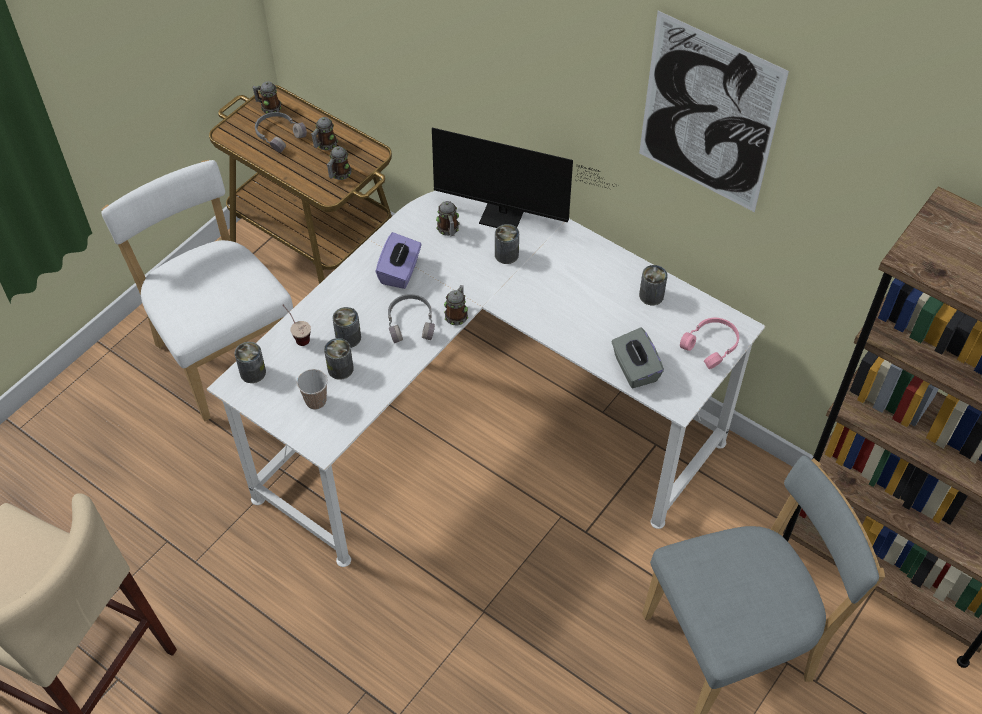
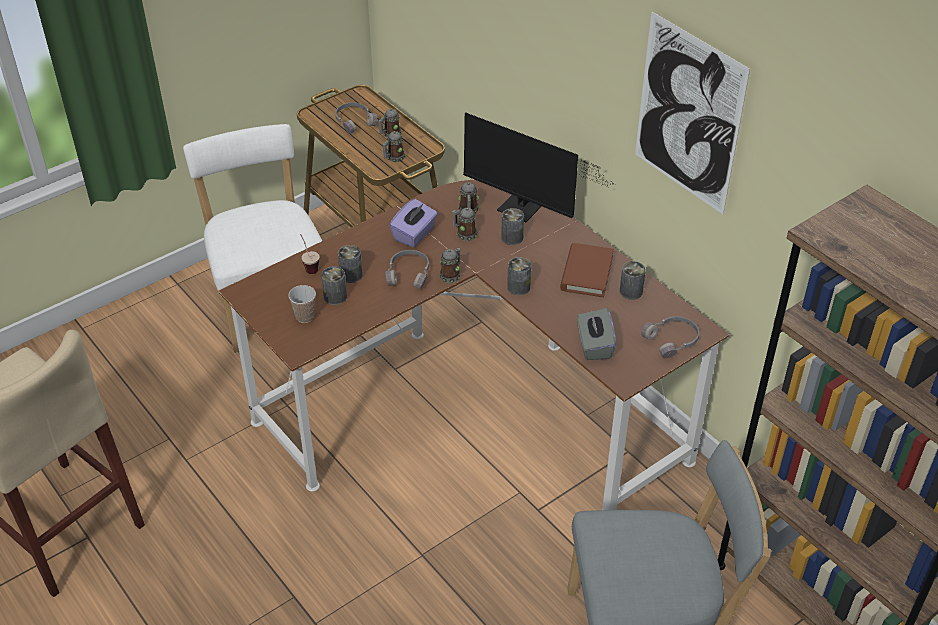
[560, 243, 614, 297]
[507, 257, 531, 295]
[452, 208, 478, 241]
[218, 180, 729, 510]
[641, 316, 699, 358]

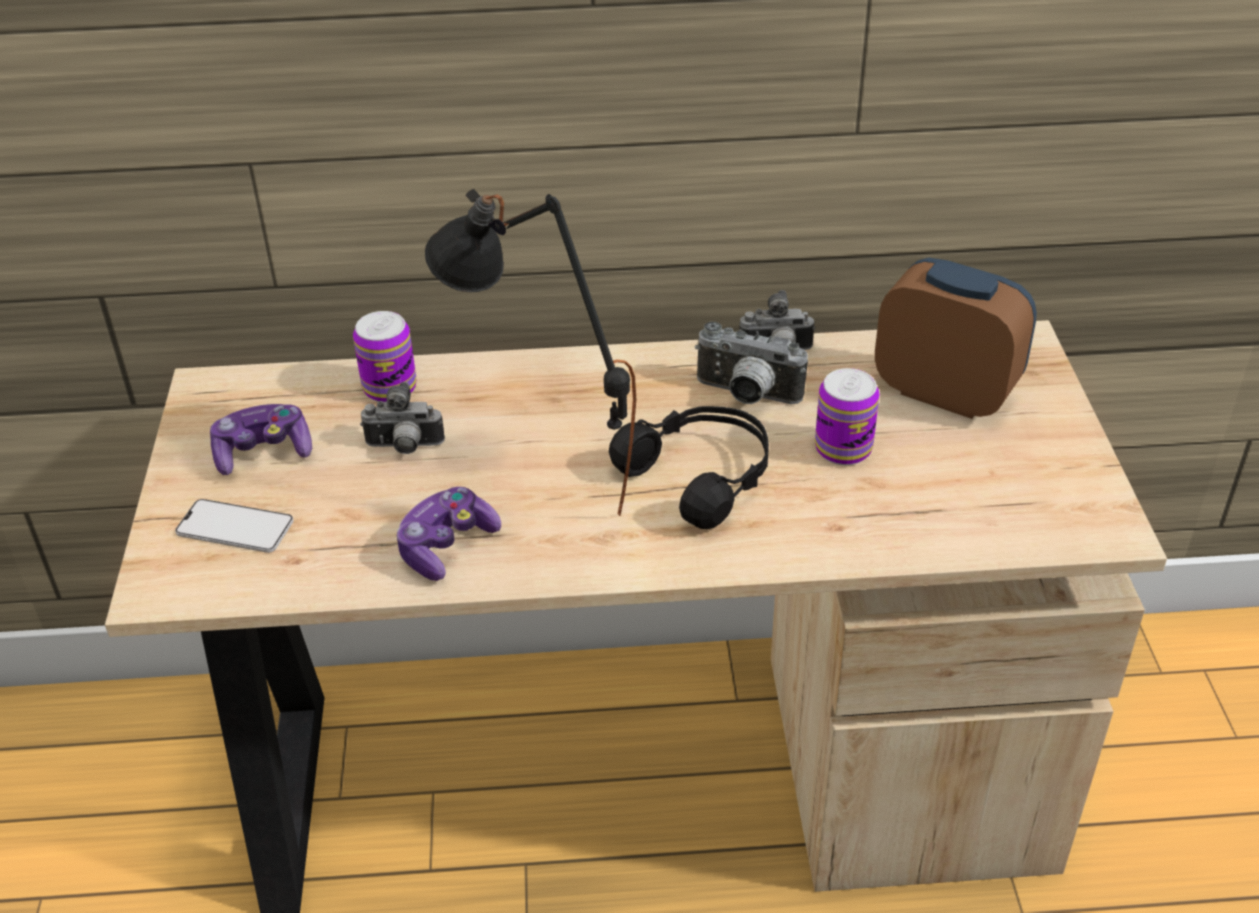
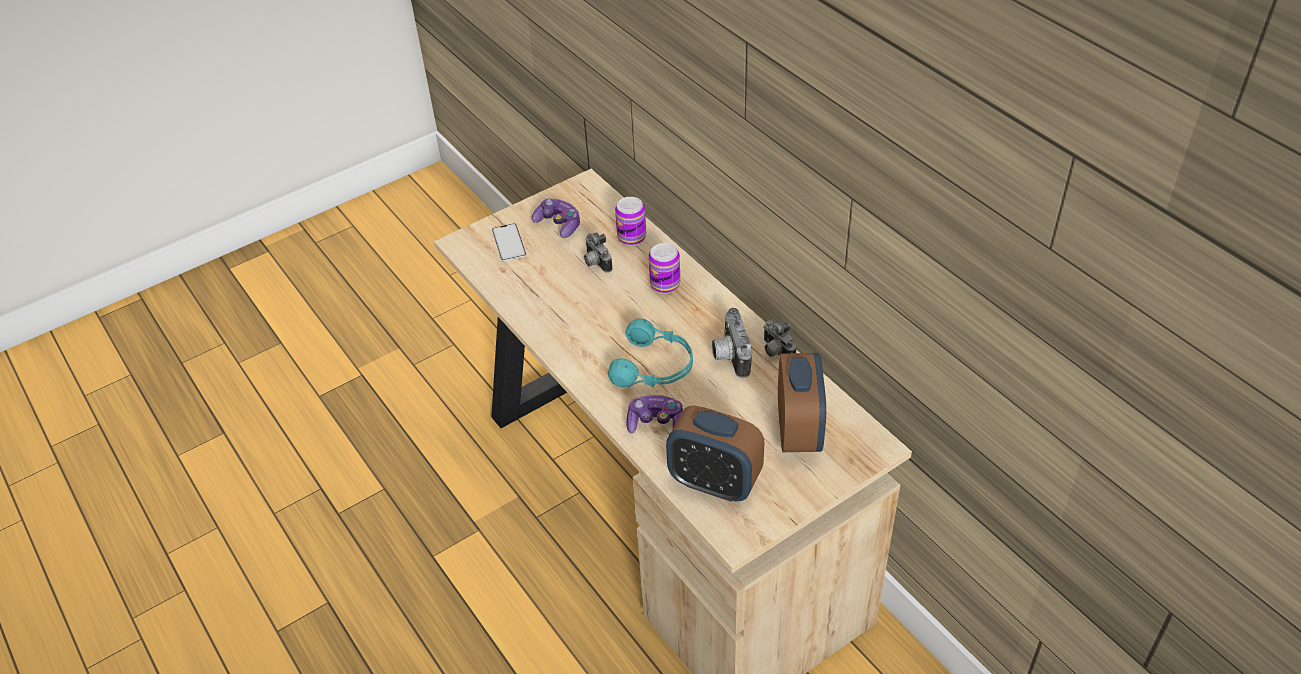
[425, 189, 636, 516] (first image)
[666, 405, 764, 502]
[626, 395, 683, 434]
[649, 243, 680, 293]
[608, 318, 693, 388]

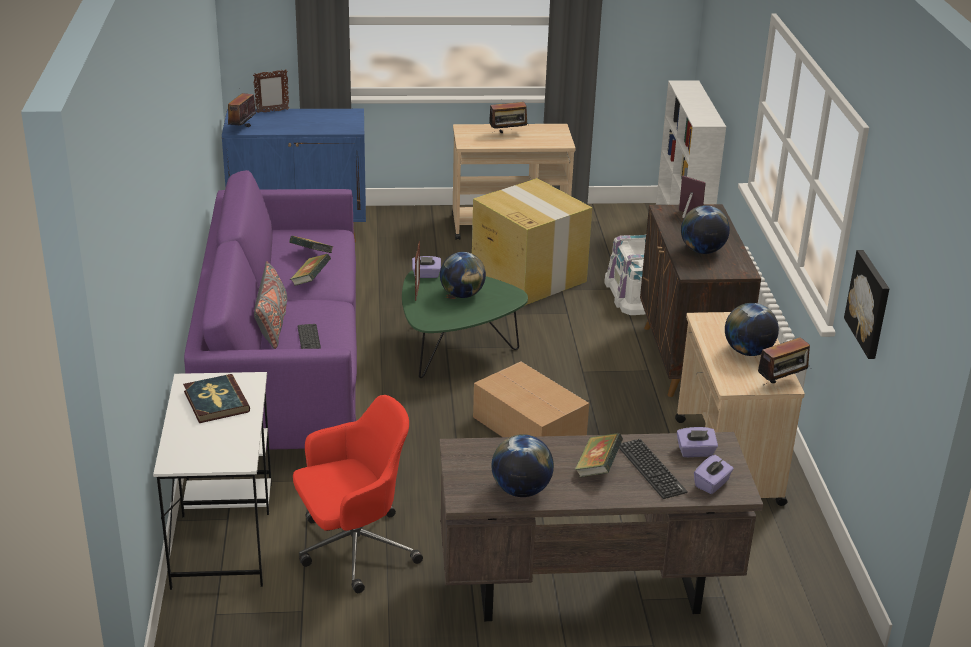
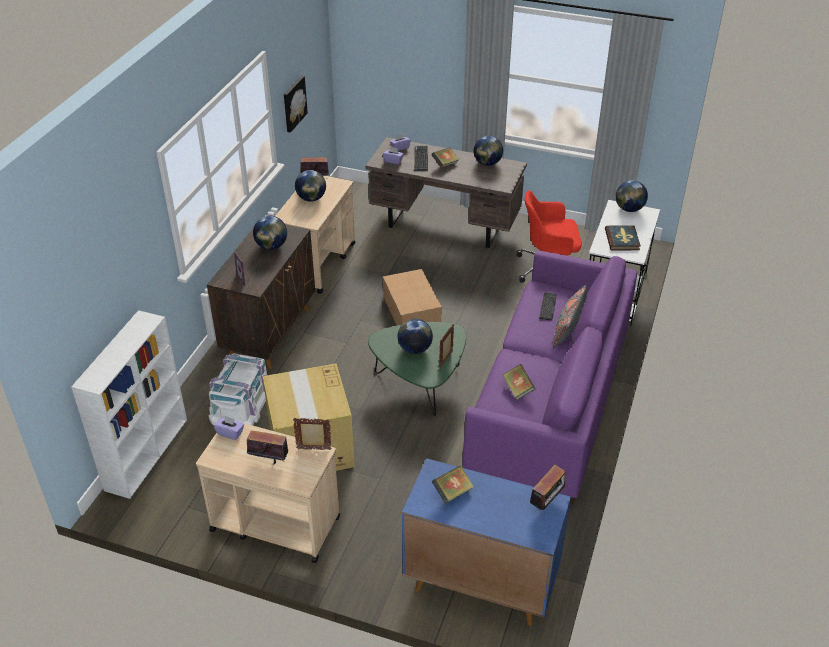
[616, 180, 648, 212]
[293, 418, 331, 450]
[432, 466, 474, 504]
[214, 416, 244, 440]

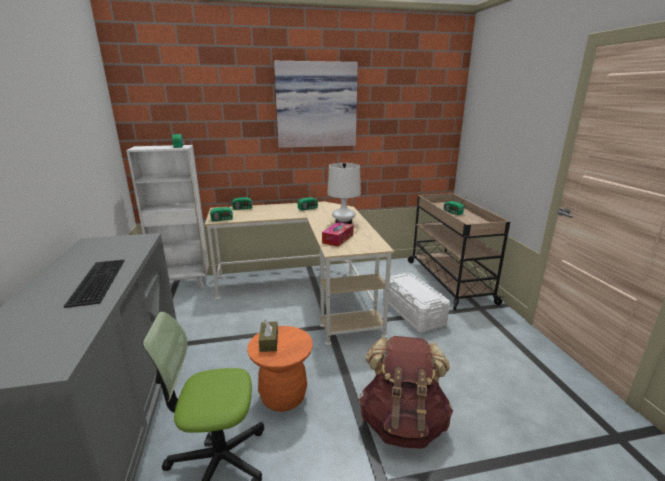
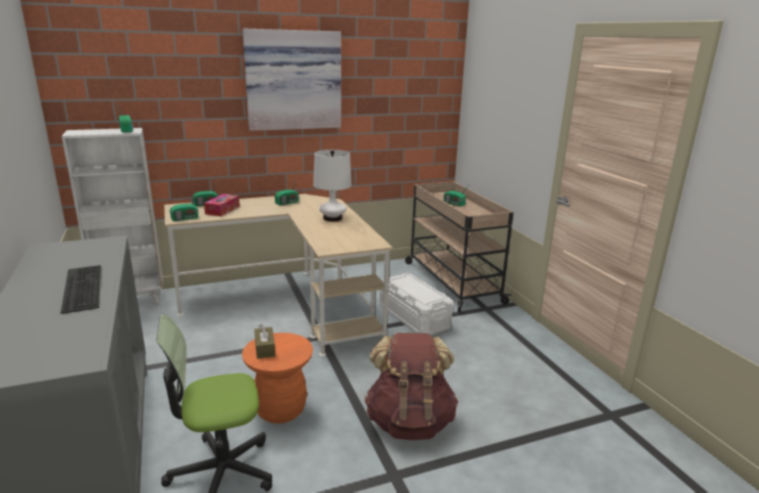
[204, 194, 240, 216]

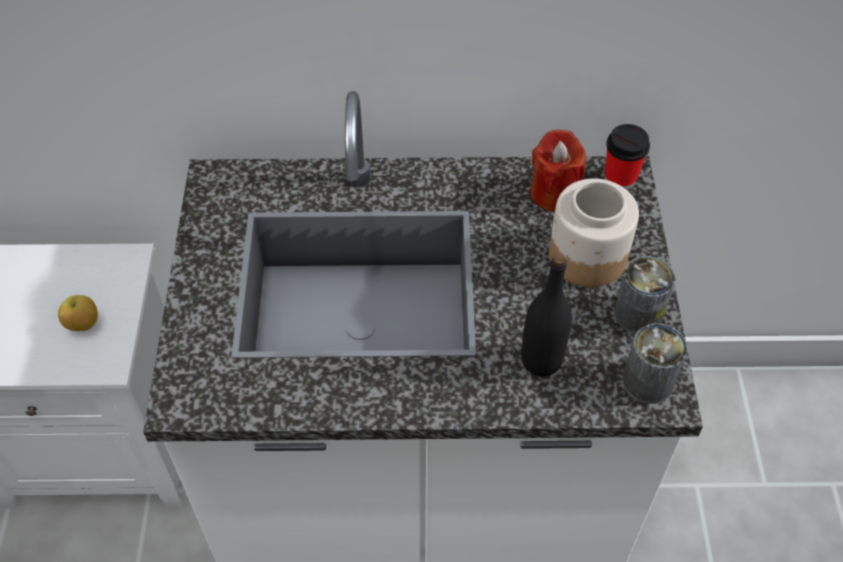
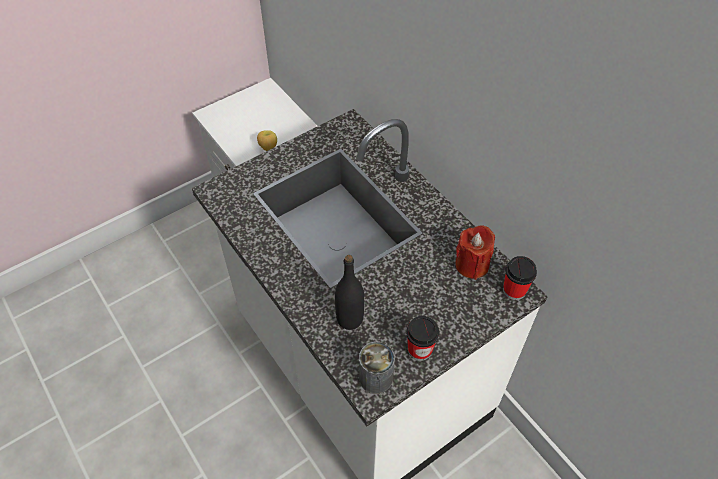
[549, 179, 639, 287] (first image)
[406, 316, 439, 361]

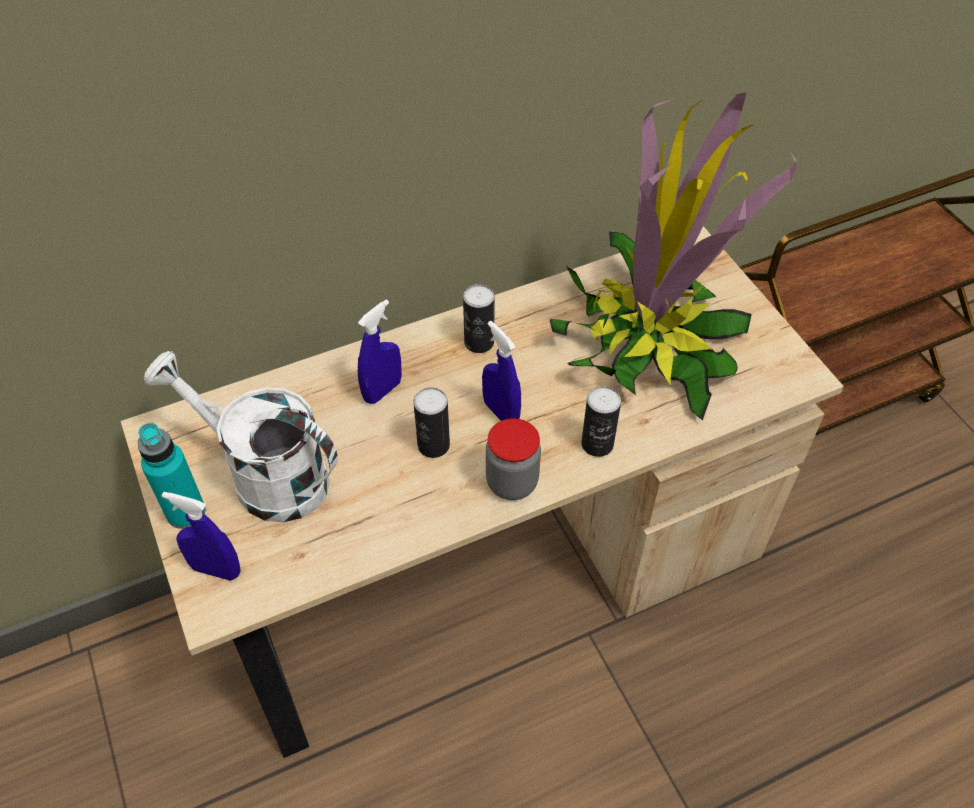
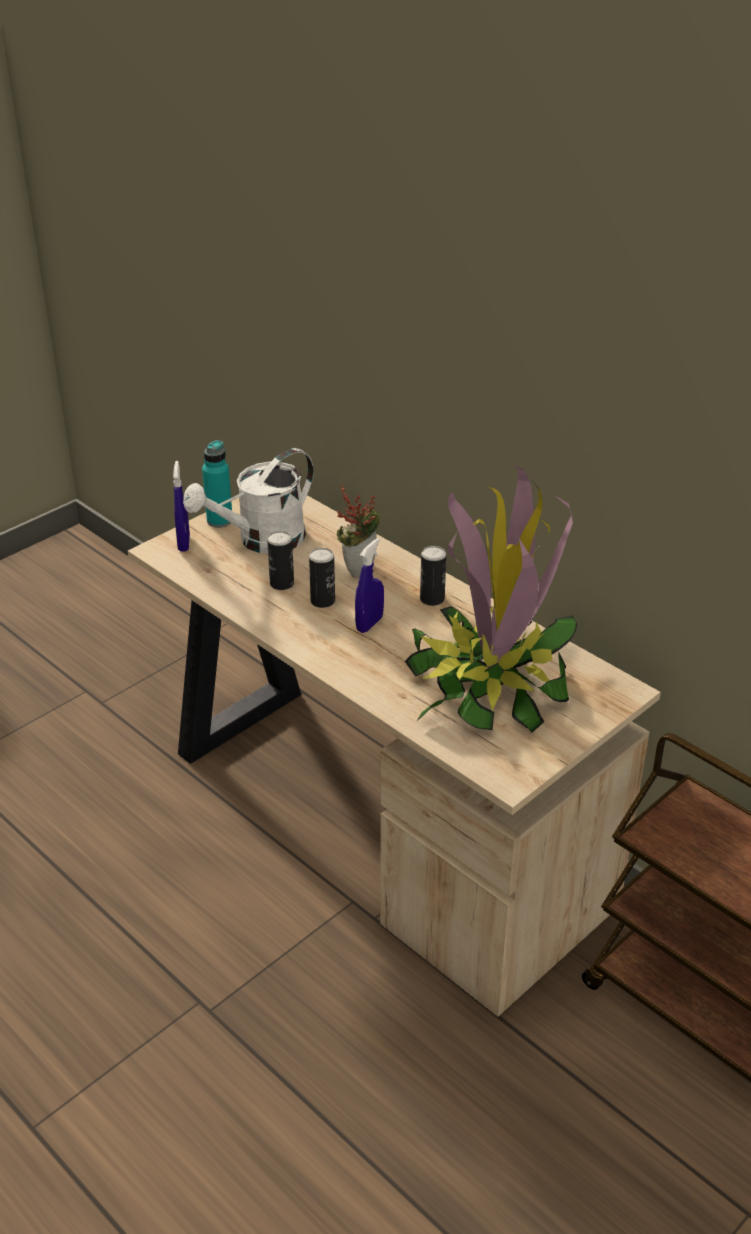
[486, 418, 541, 500] (first image)
[267, 531, 294, 590]
[337, 485, 380, 578]
[183, 448, 313, 554]

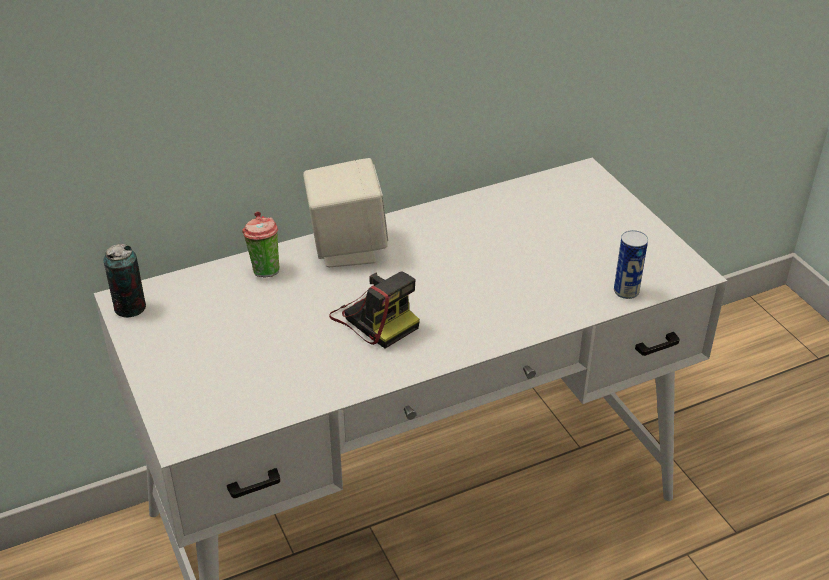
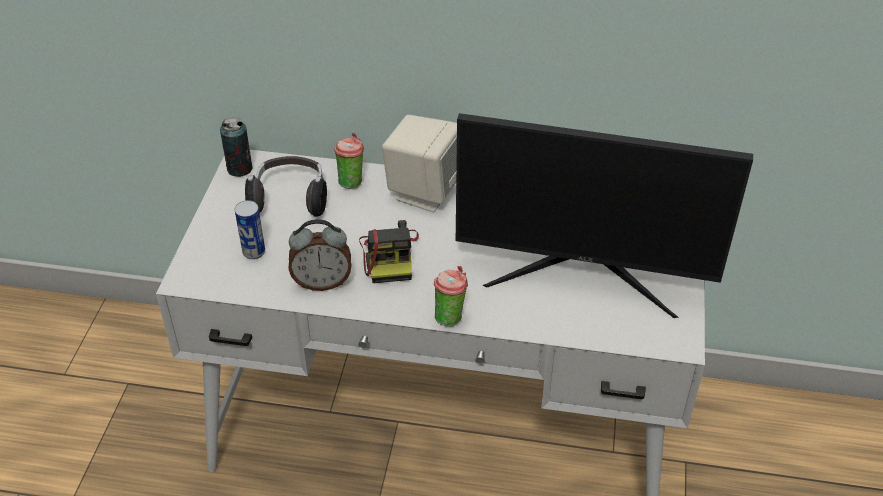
[245, 156, 327, 217]
[288, 219, 351, 291]
[434, 266, 468, 326]
[456, 113, 753, 318]
[235, 200, 265, 259]

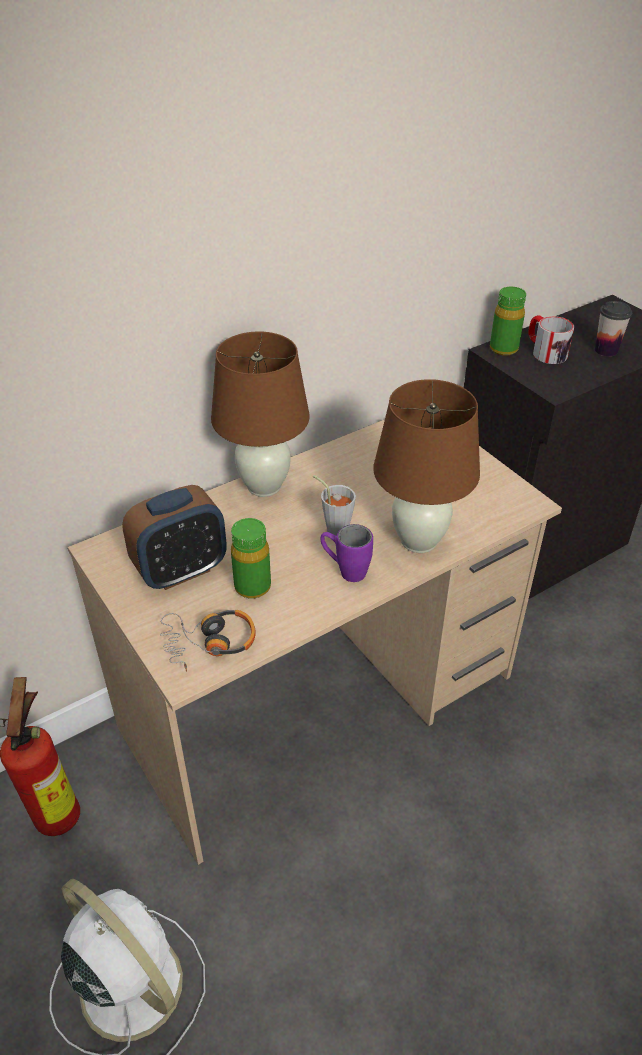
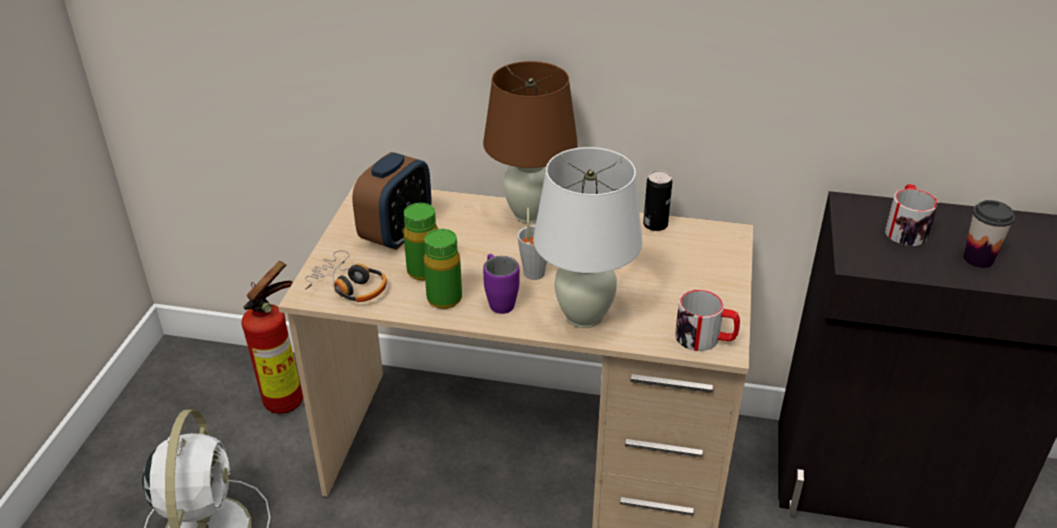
[643, 170, 672, 231]
[675, 289, 740, 351]
[424, 229, 462, 309]
[533, 147, 642, 328]
[352, 152, 431, 250]

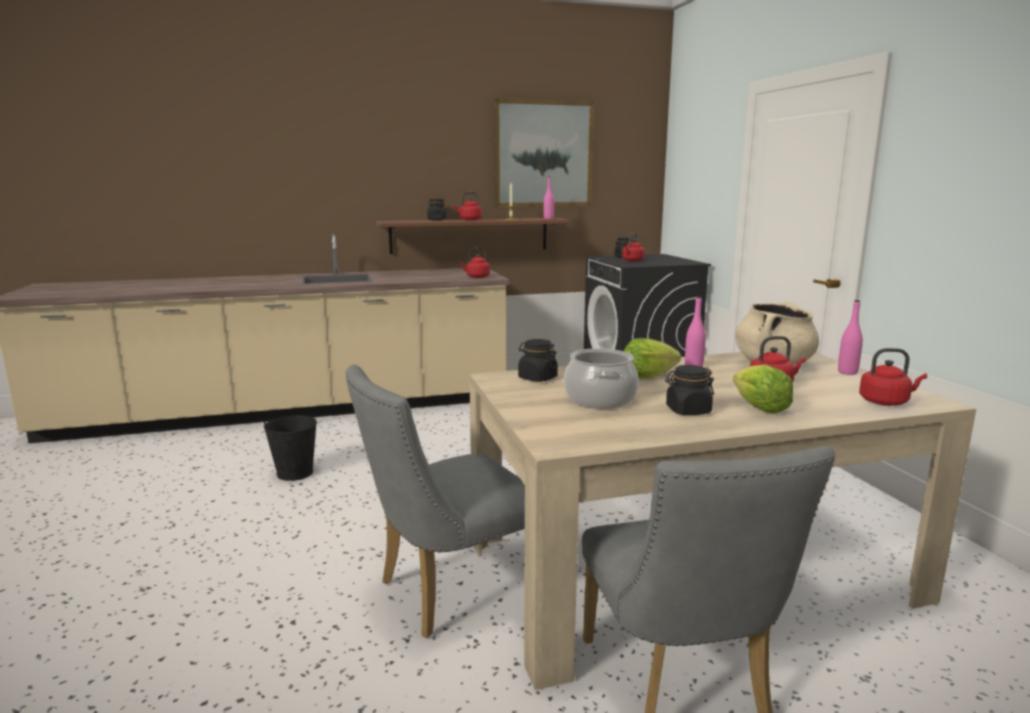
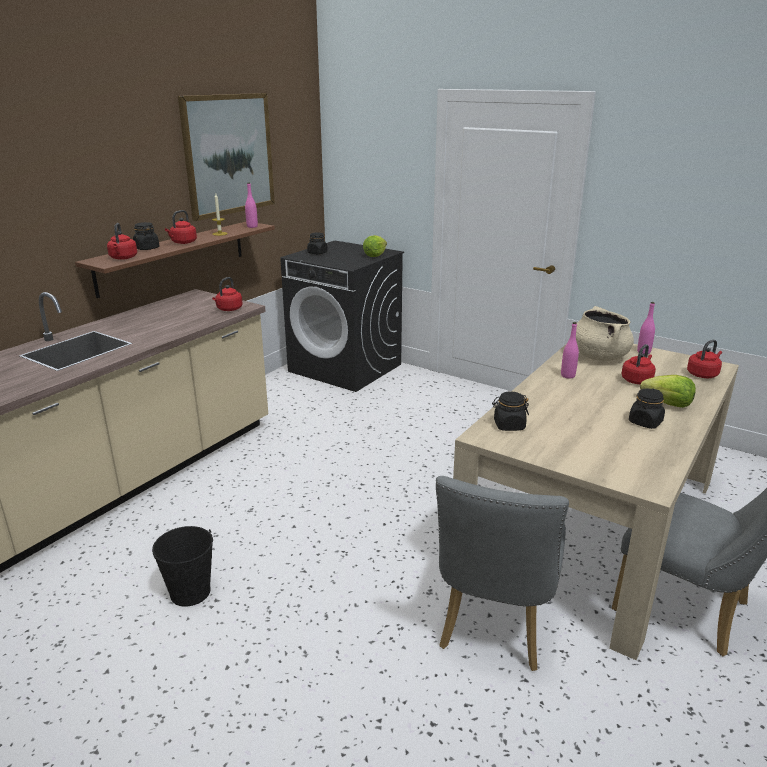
[564, 348, 639, 409] (first image)
[107, 223, 137, 260]
[363, 235, 387, 257]

